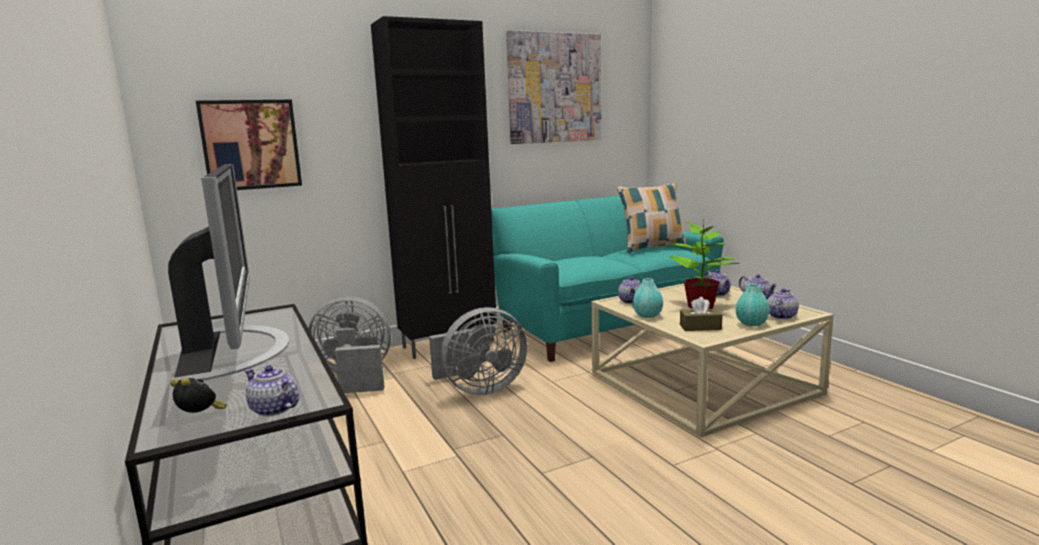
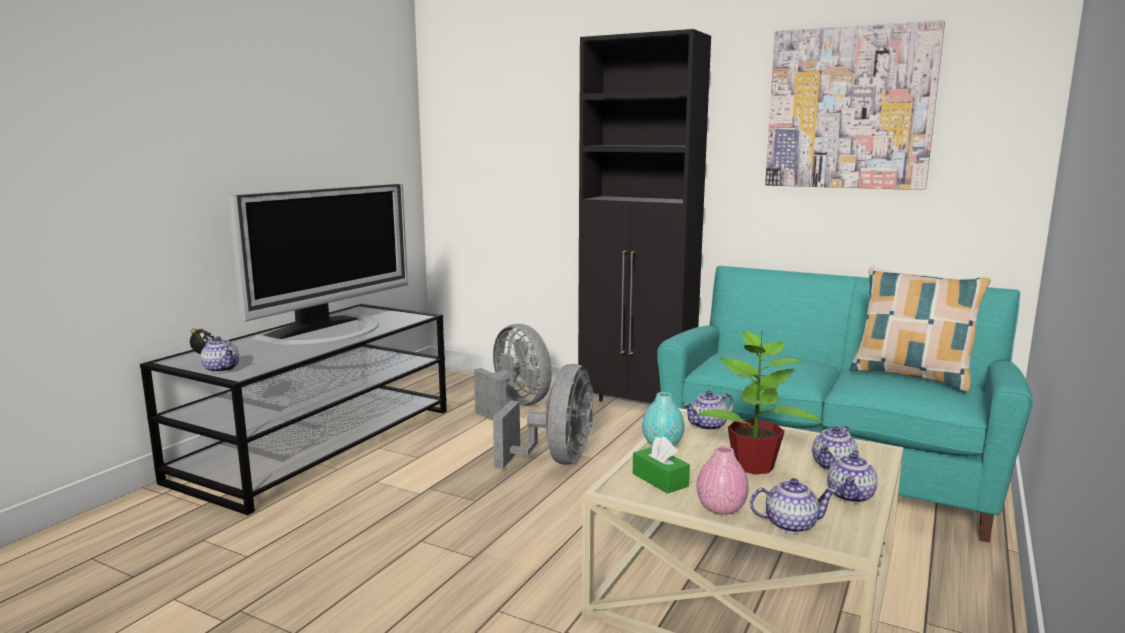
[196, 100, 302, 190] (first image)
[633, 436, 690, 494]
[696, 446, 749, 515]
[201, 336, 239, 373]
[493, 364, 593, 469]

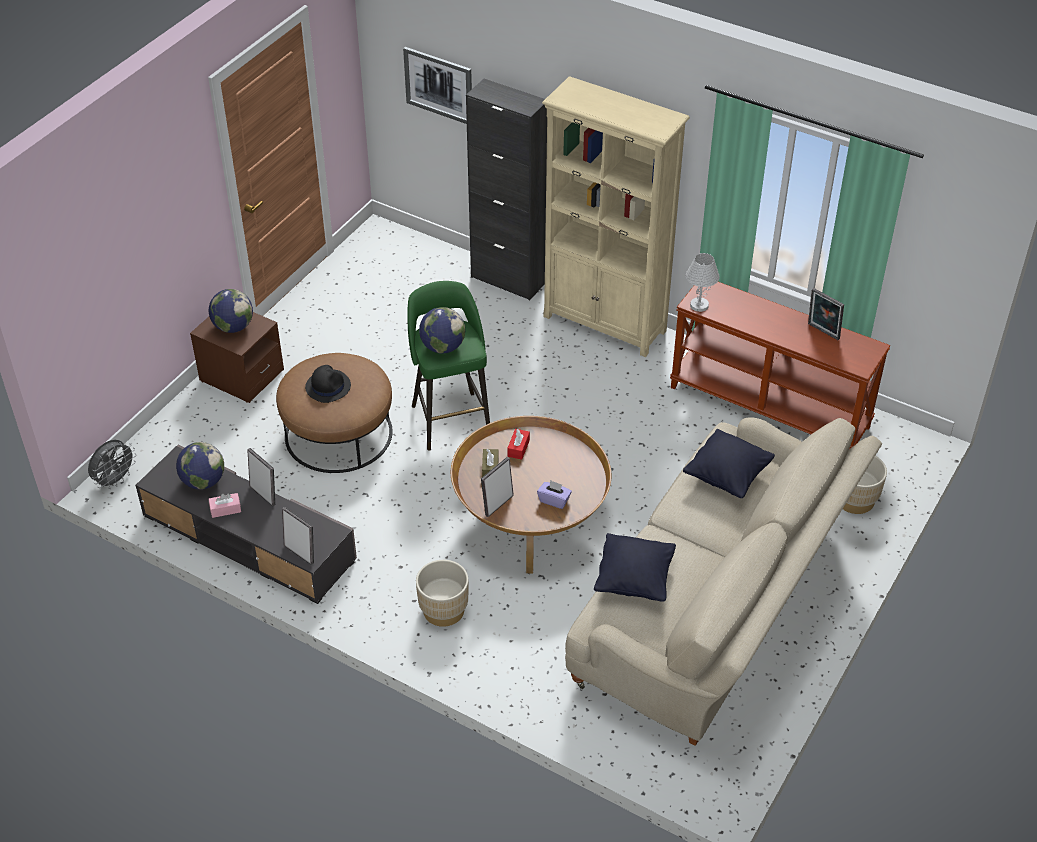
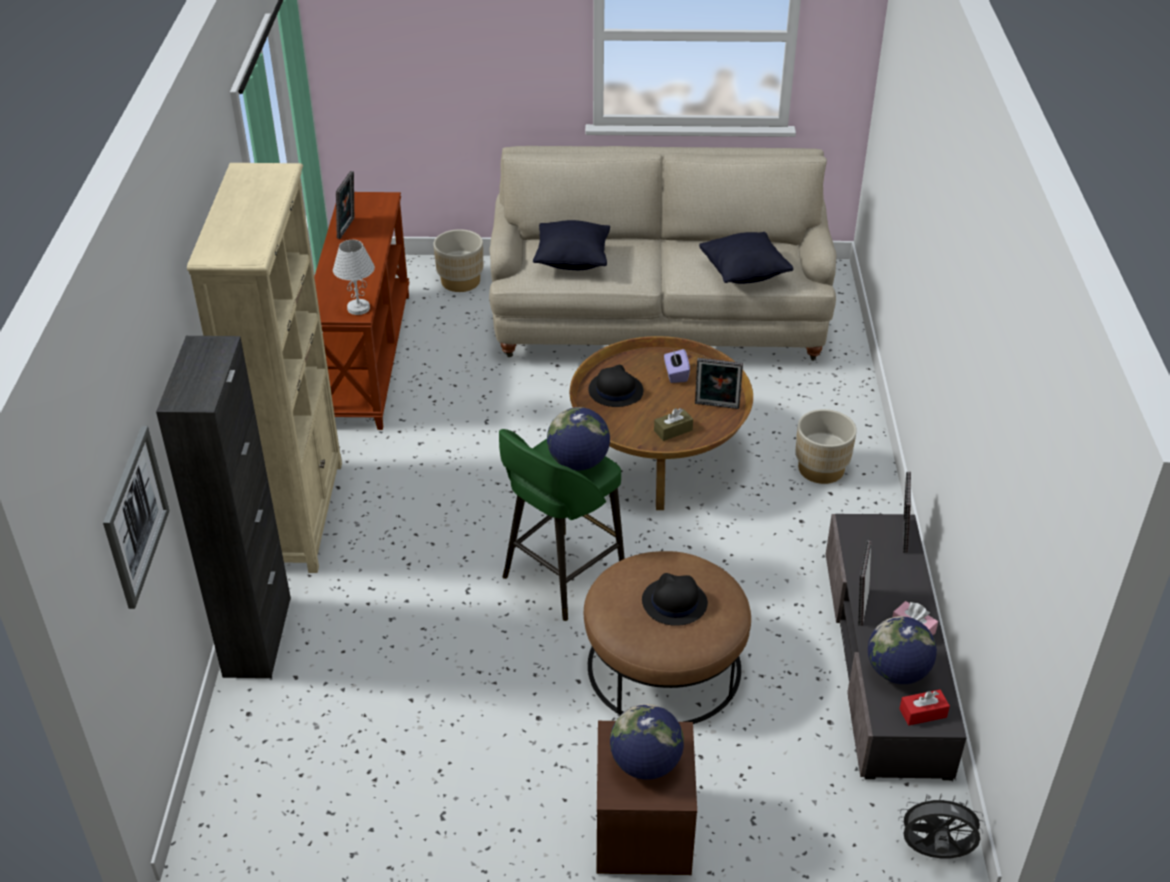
[588, 365, 643, 407]
[899, 689, 950, 726]

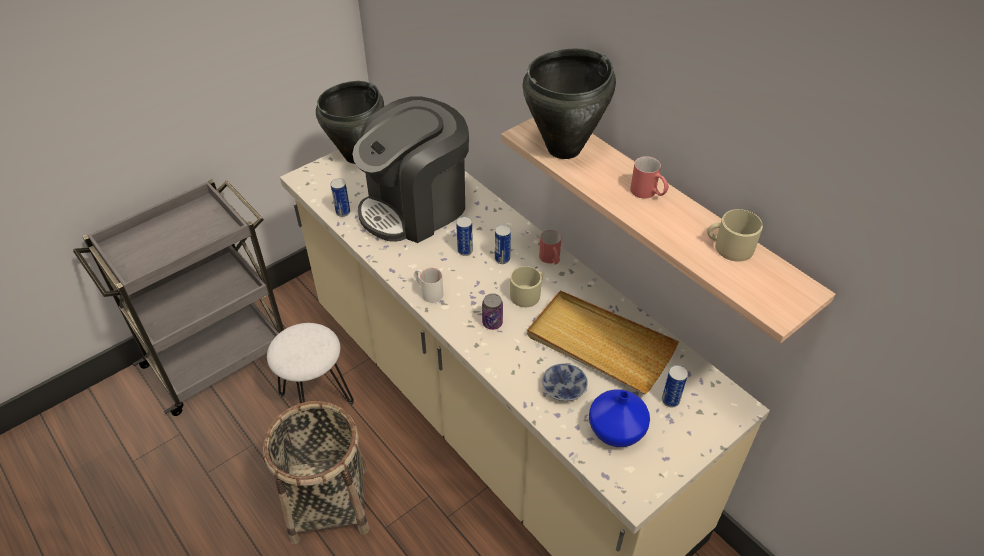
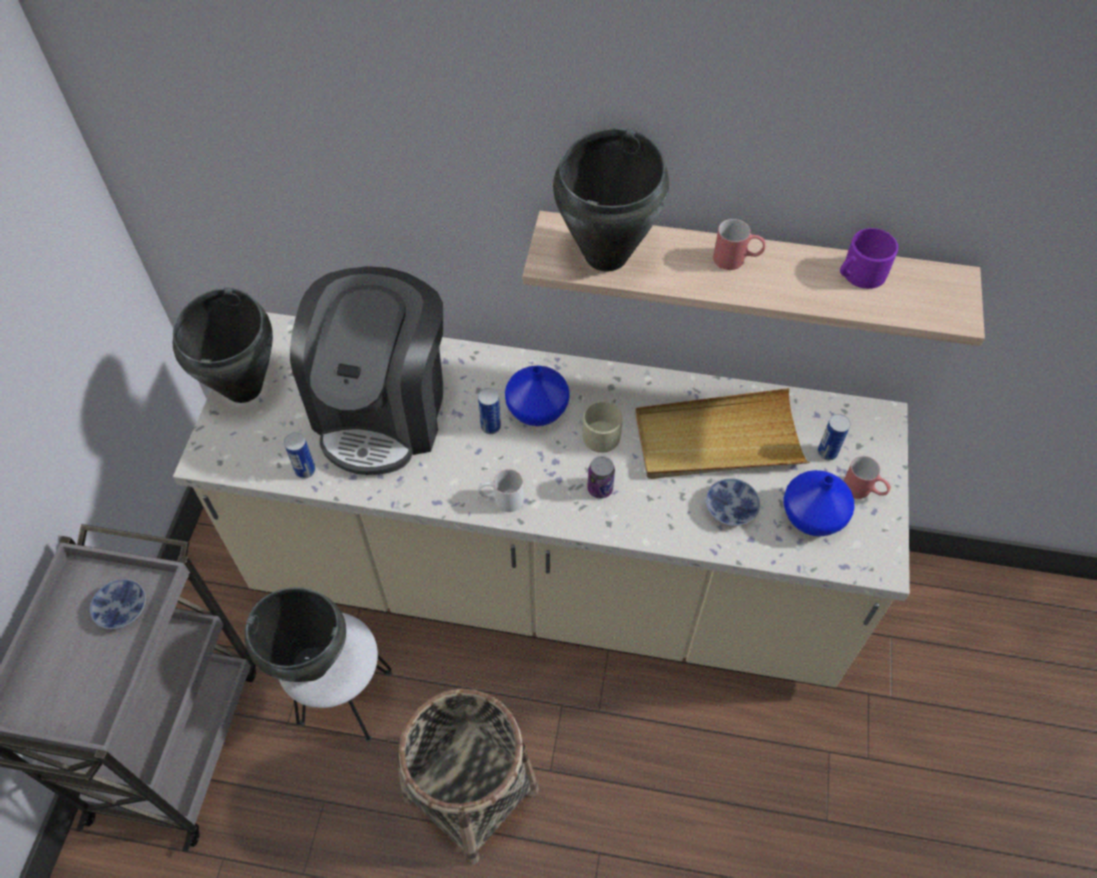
[90, 579, 146, 630]
[244, 587, 346, 682]
[843, 456, 891, 499]
[505, 366, 570, 426]
[840, 228, 898, 289]

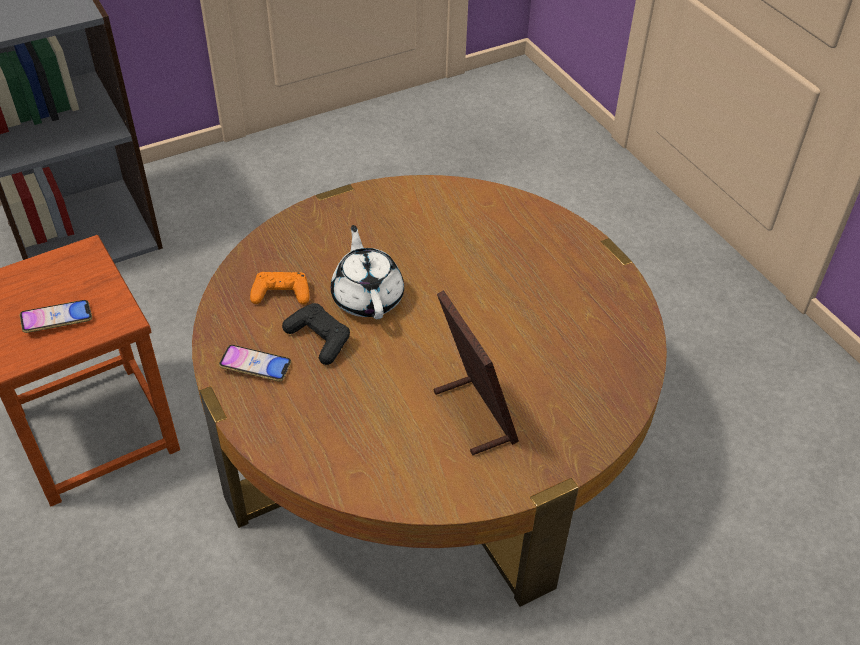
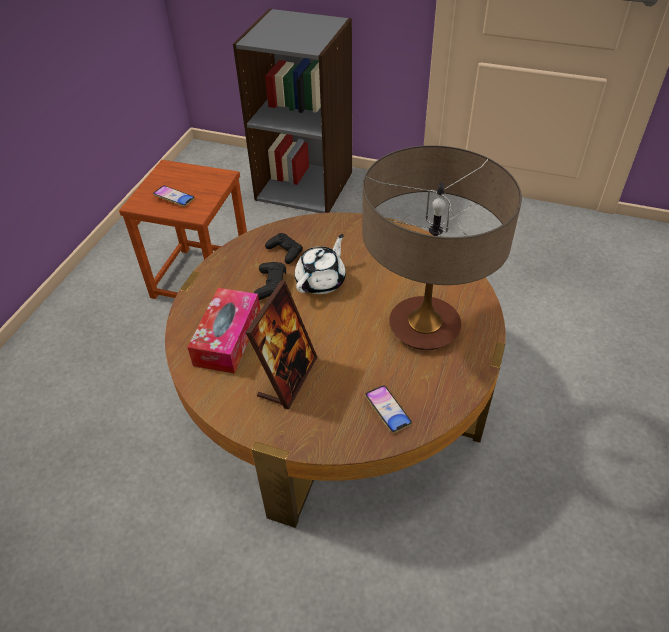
[187, 288, 260, 374]
[362, 145, 522, 350]
[365, 385, 412, 433]
[265, 233, 303, 264]

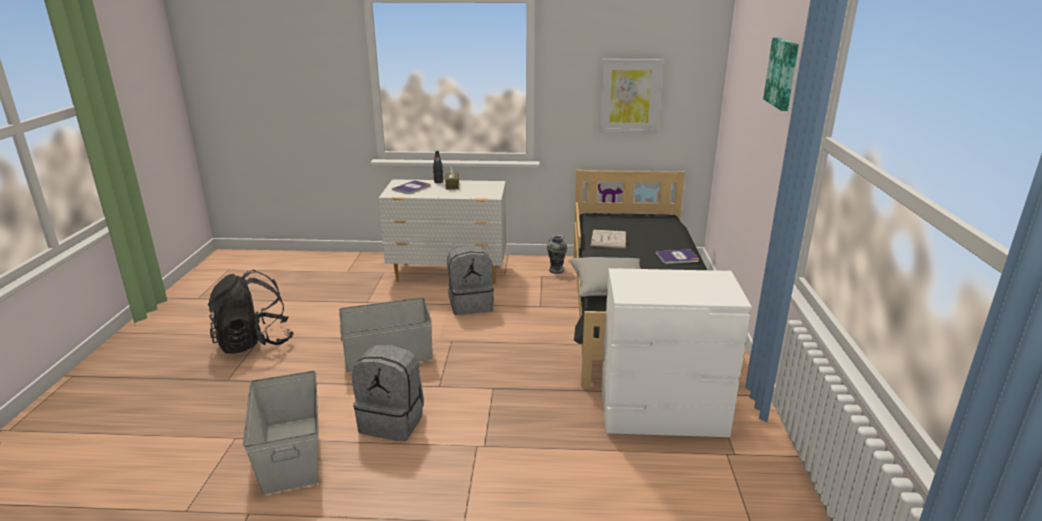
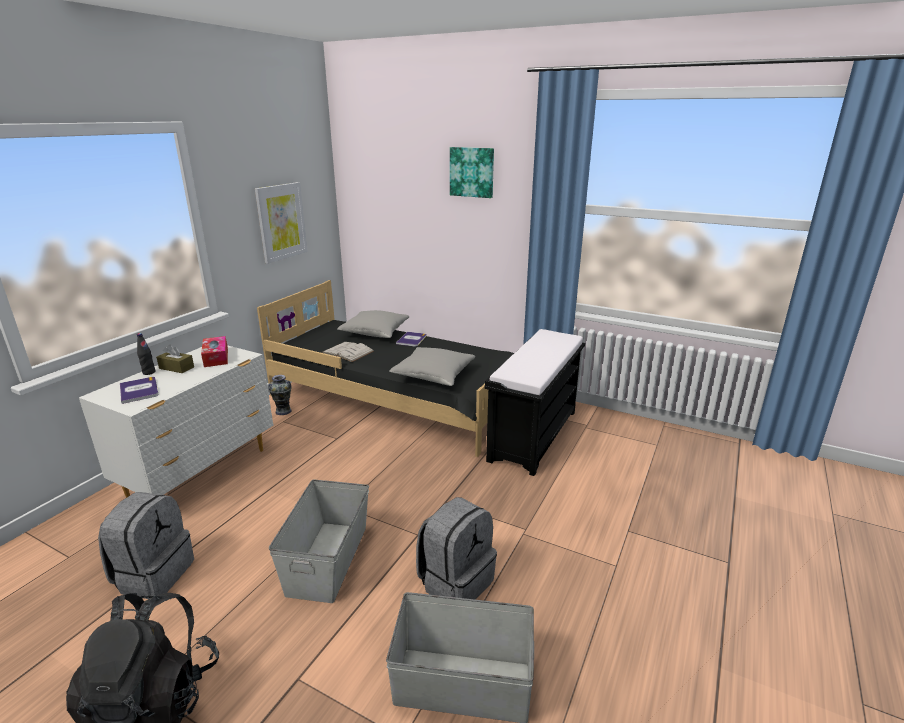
[201, 336, 228, 367]
[337, 310, 410, 338]
[98, 492, 194, 599]
[484, 329, 585, 476]

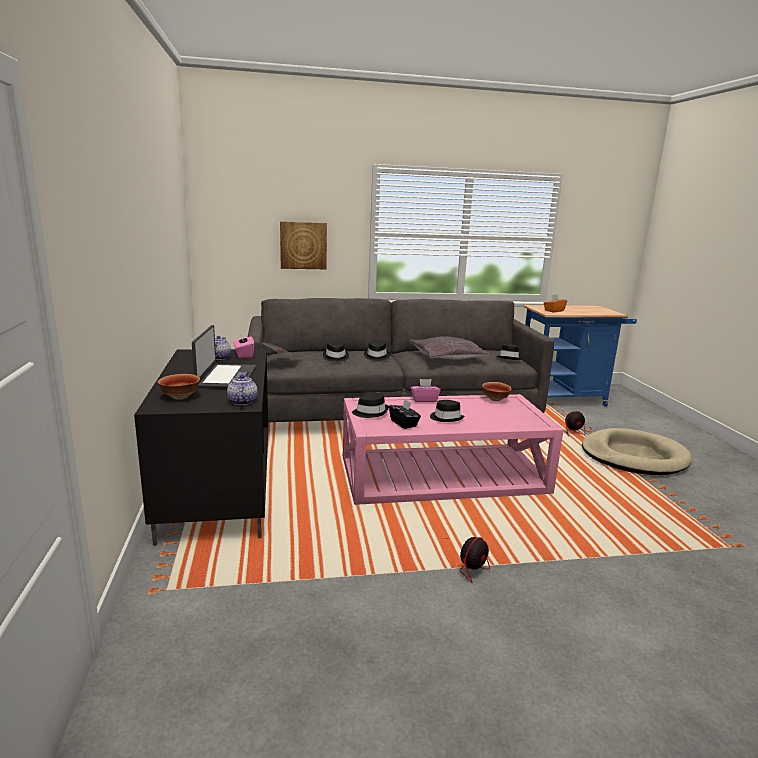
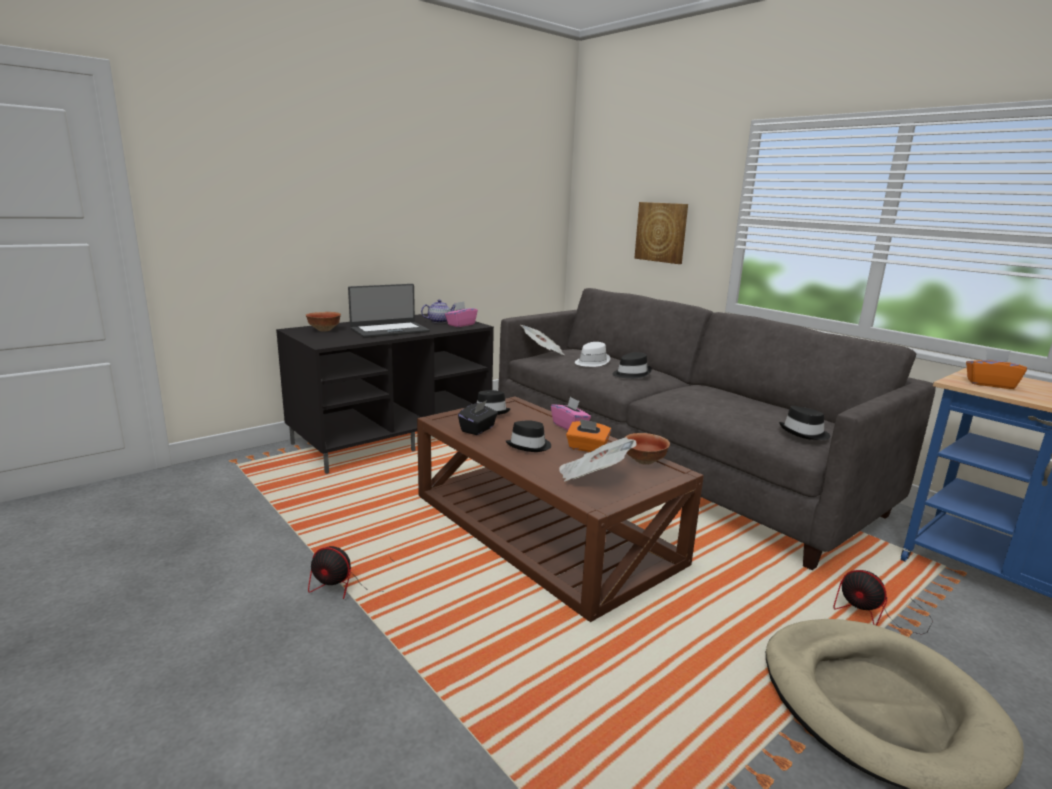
[227, 374, 258, 405] (first image)
[409, 336, 490, 360] (first image)
[559, 437, 637, 481]
[566, 419, 611, 452]
[575, 342, 610, 367]
[417, 397, 704, 622]

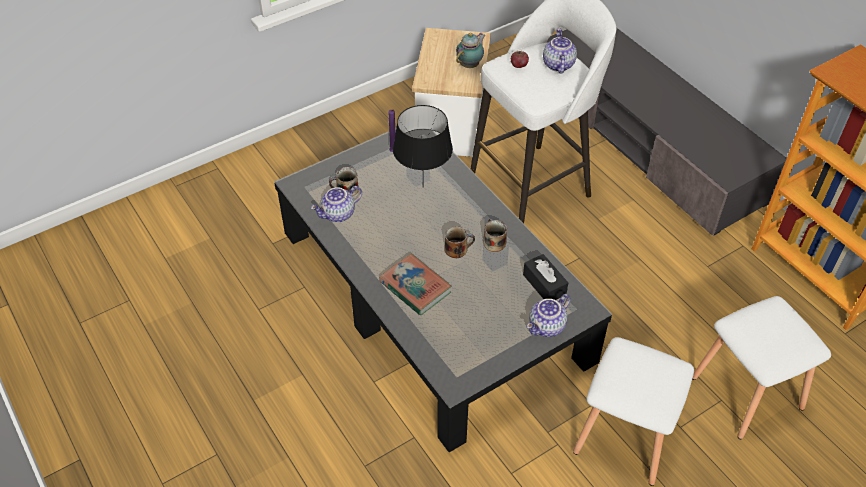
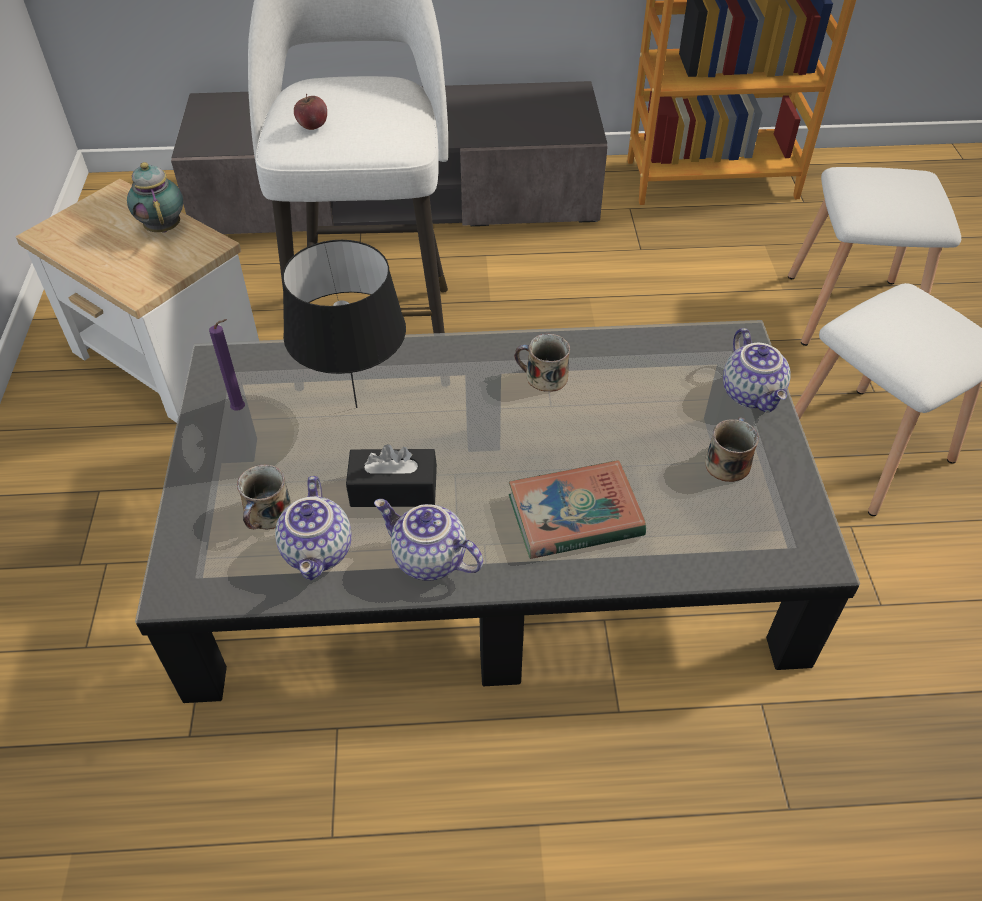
[705, 417, 759, 482]
[346, 444, 437, 507]
[374, 499, 483, 581]

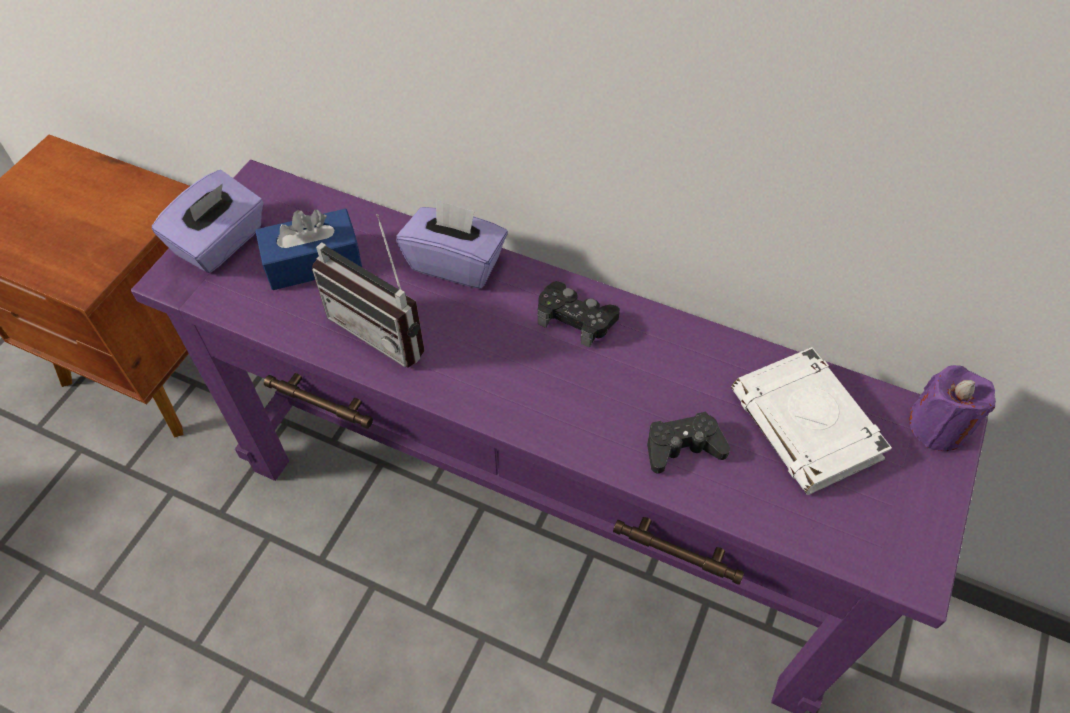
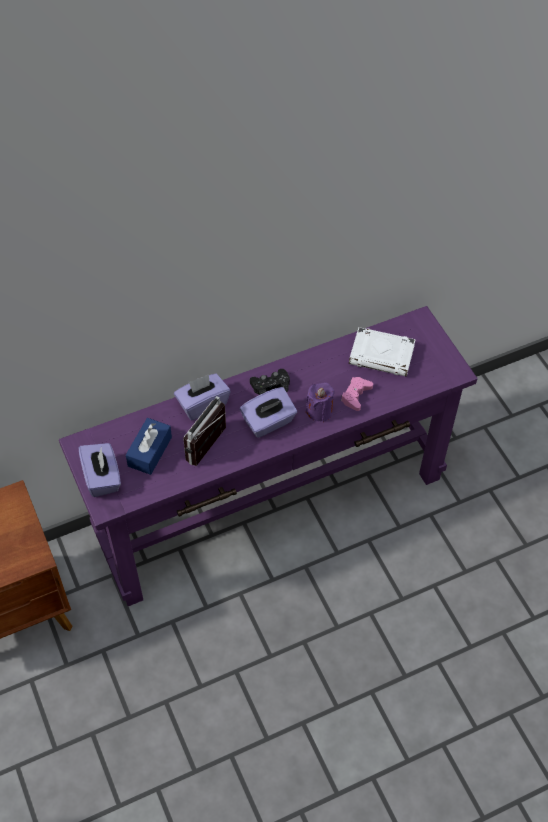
[240, 387, 297, 438]
[306, 382, 334, 422]
[341, 377, 373, 411]
[183, 396, 226, 466]

